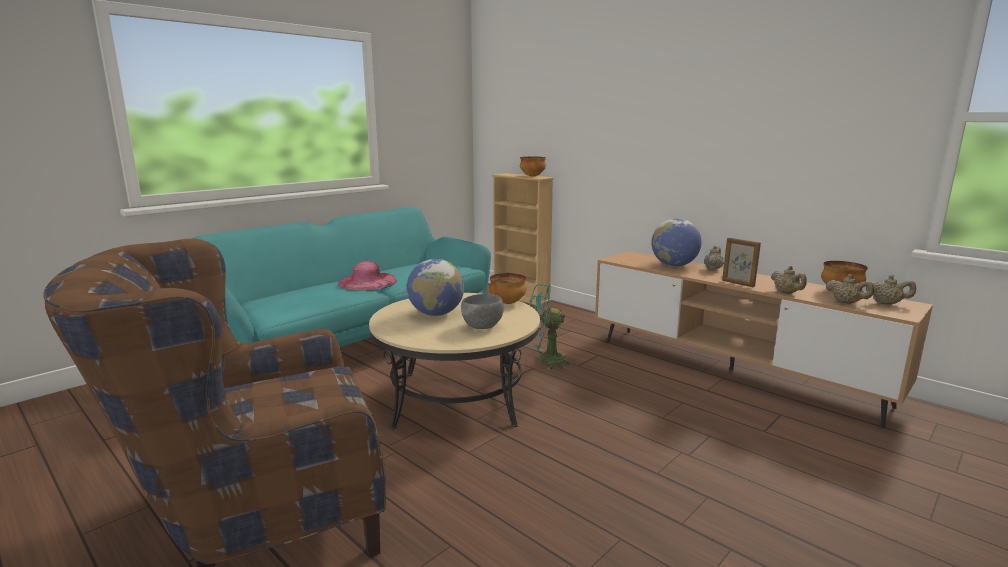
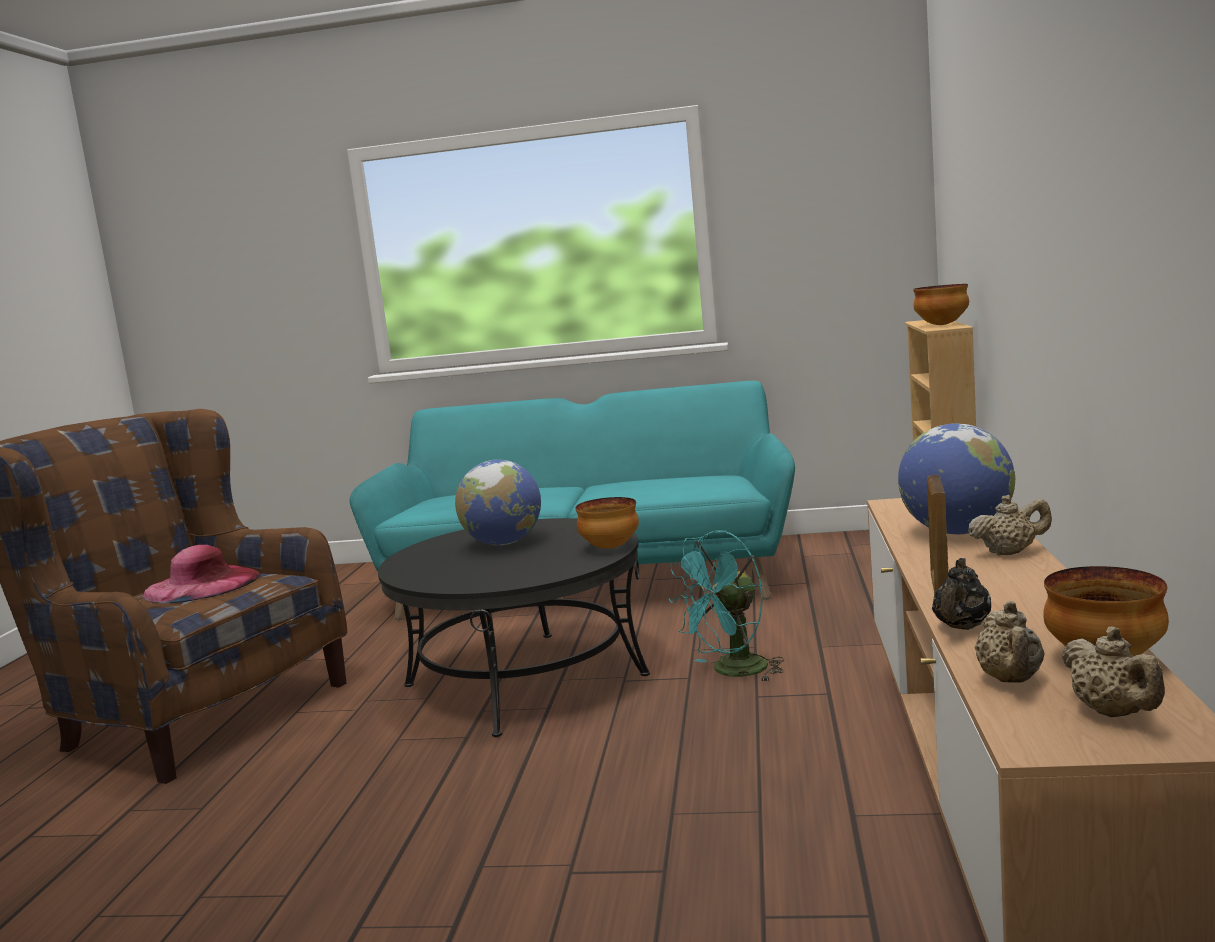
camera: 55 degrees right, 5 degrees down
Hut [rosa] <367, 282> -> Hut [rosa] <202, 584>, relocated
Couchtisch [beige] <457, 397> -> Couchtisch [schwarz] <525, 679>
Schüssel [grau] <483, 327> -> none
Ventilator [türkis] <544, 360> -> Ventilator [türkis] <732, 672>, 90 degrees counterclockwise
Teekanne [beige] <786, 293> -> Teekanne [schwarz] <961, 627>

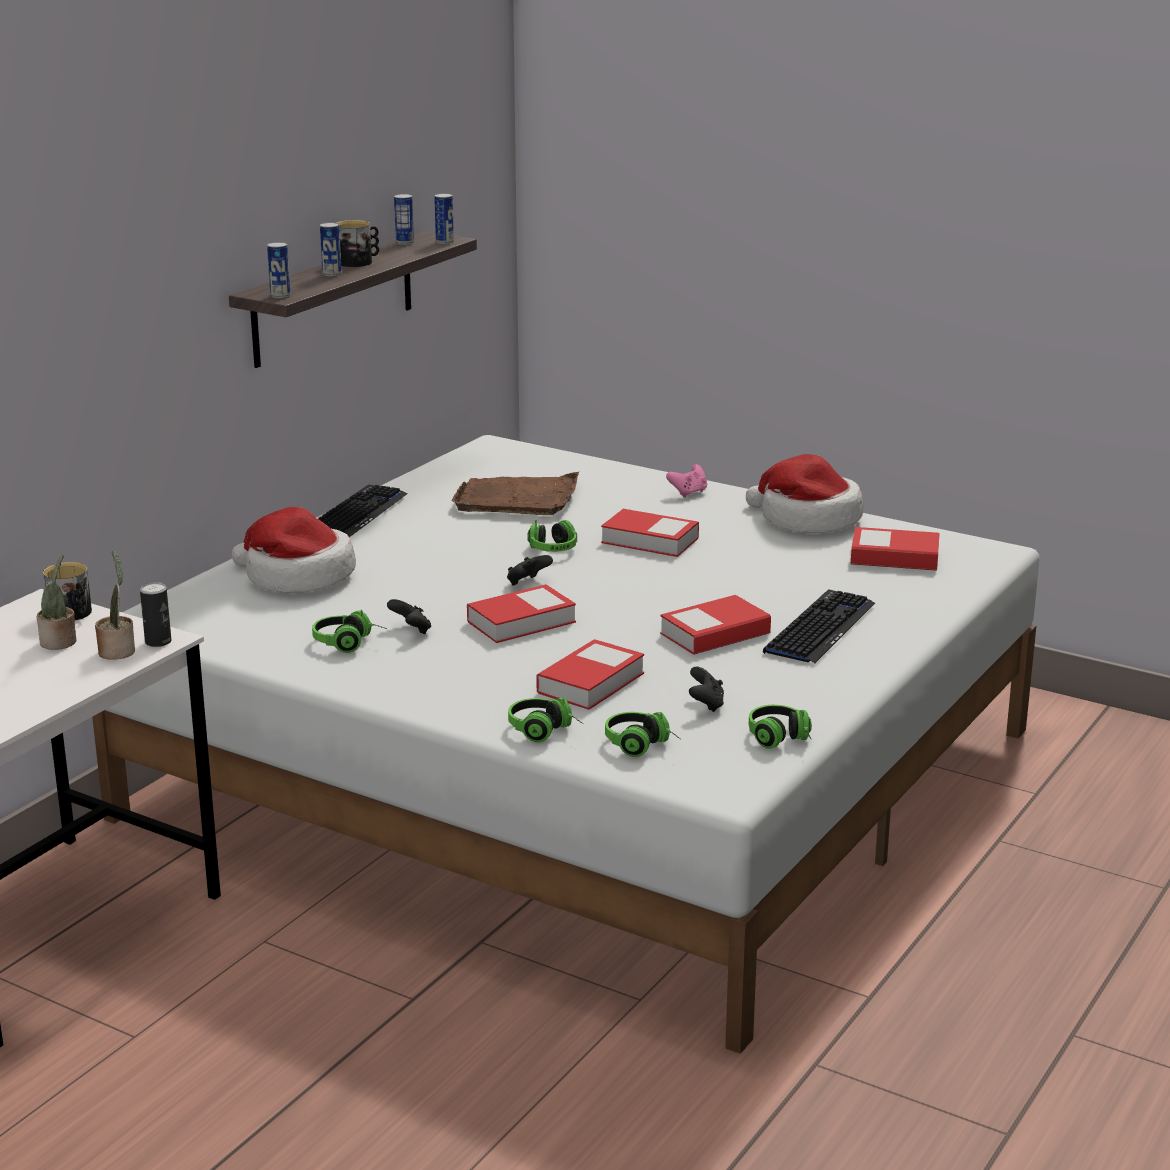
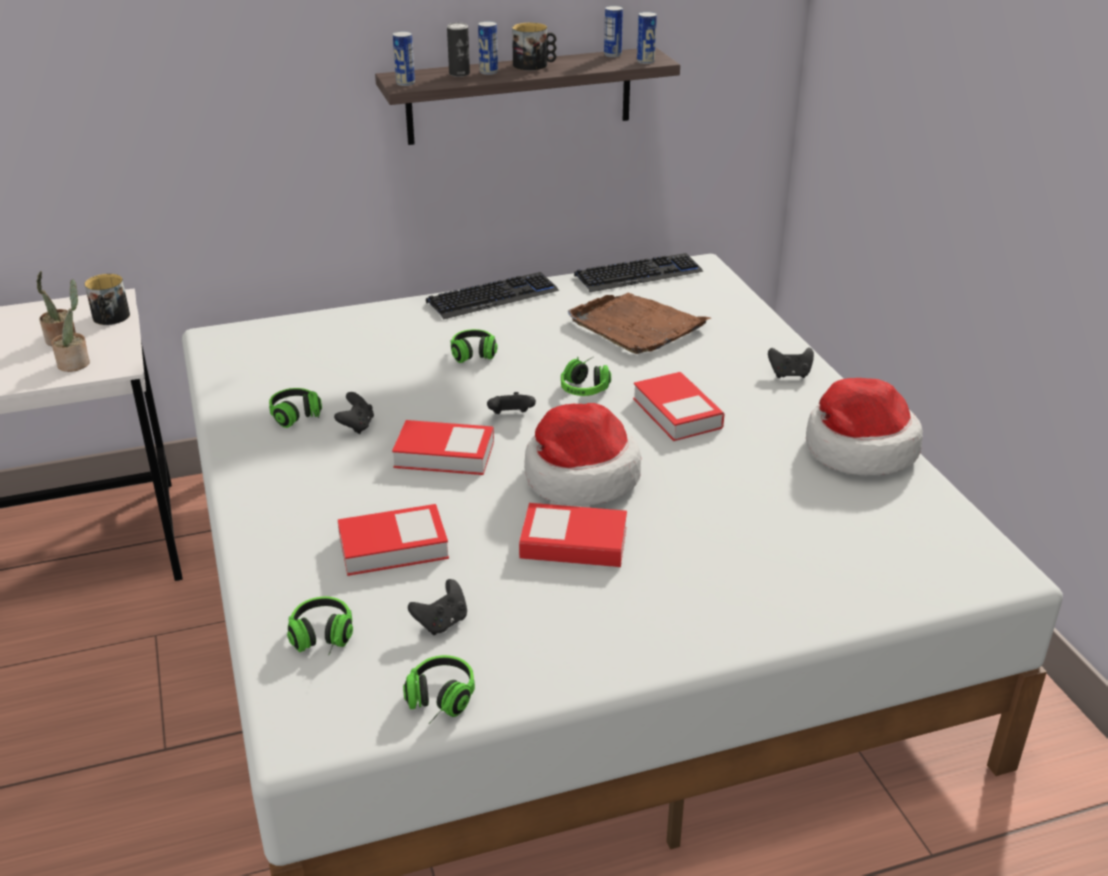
camera: 40 degrees right, 10 degrees up
Dose <158, 642> -> Dose <459, 74>, relocated
Hut <297, 576> -> Hut <579, 476>, relocated
Kopfhörer <545, 731> -> Kopfhörer <474, 357>, relocated
Gamepad [rosa] <688, 493> -> Gamepad [schwarz] <789, 374>
Tastatur <820, 629> -> Tastatur <638, 274>, relocated
Buch <894, 557> -> none

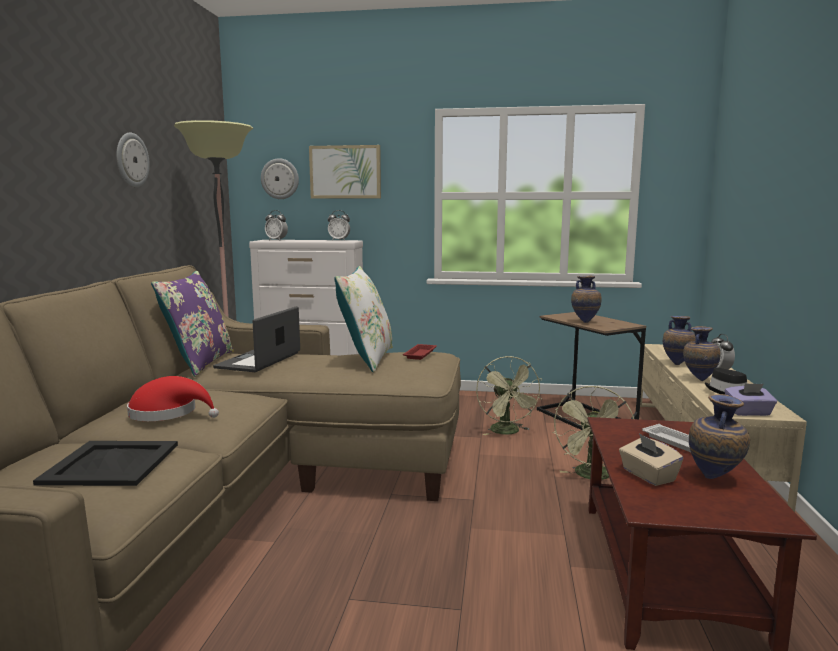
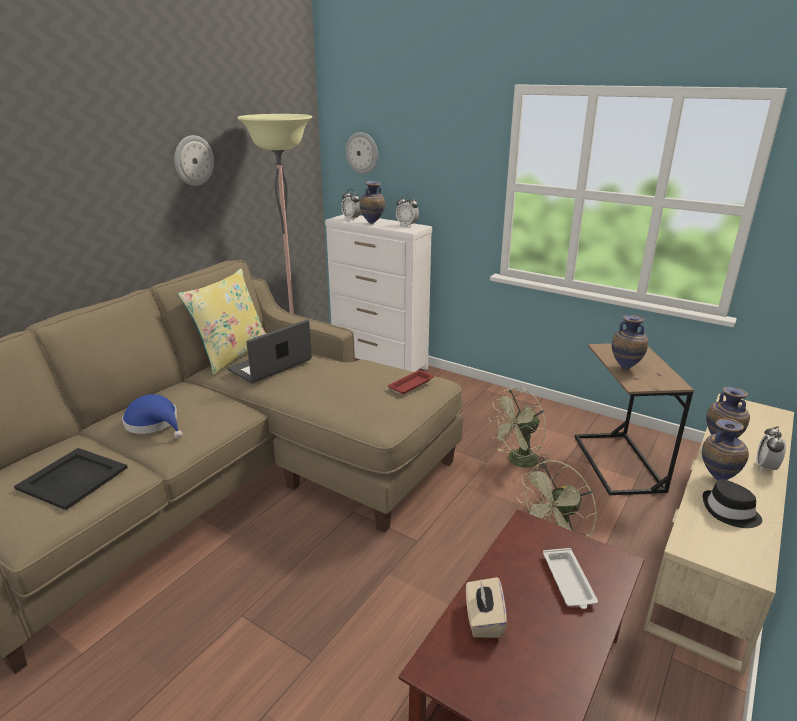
camera: 25 degrees right, 15 degrees up
Hut [rot] <168, 413> -> Hut [blau] <154, 423>
Kissen [lila] <199, 363> -> Kissen [gelb] <232, 355>
Bild <345, 172> -> none
Kissen [weiß] <366, 359> -> none
Ventilator [grün] <508, 432> -> Ventilator [grün] <518, 462>, 45 degrees clockwise
Vase <715, 479> -> Vase <372, 224>, relocated
Taschentuchbox [lila] <748, 412> -> none

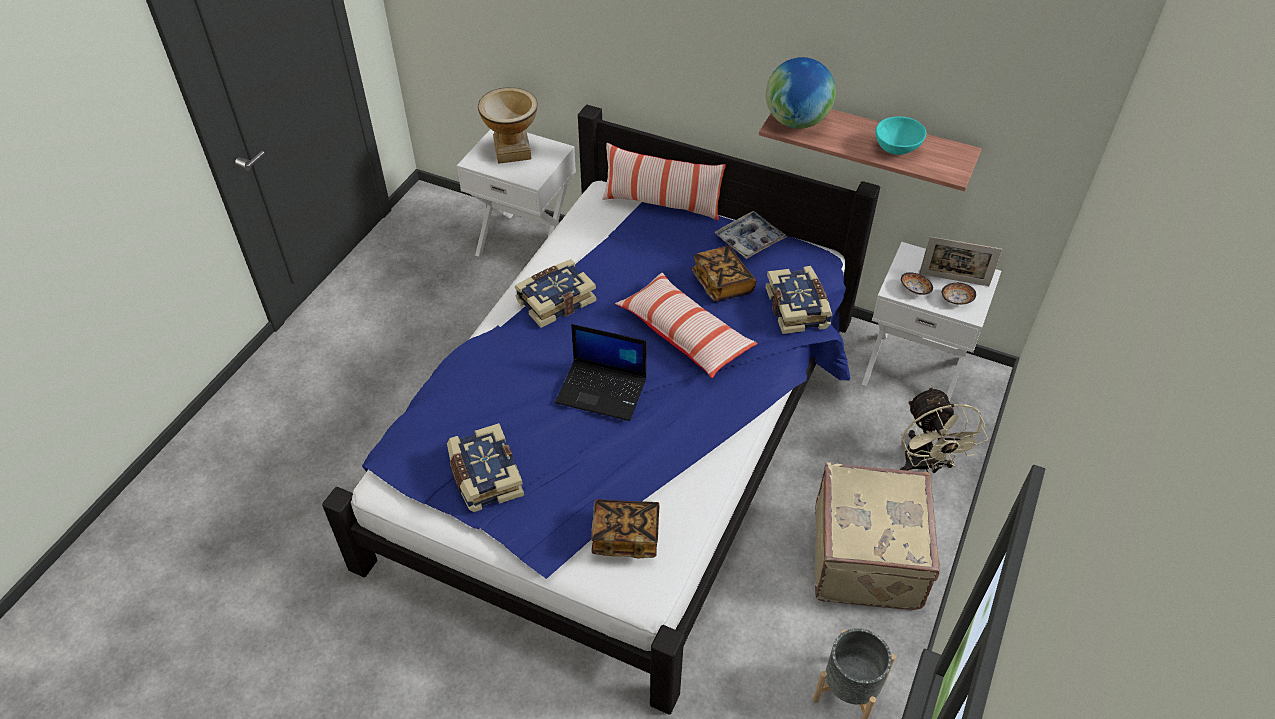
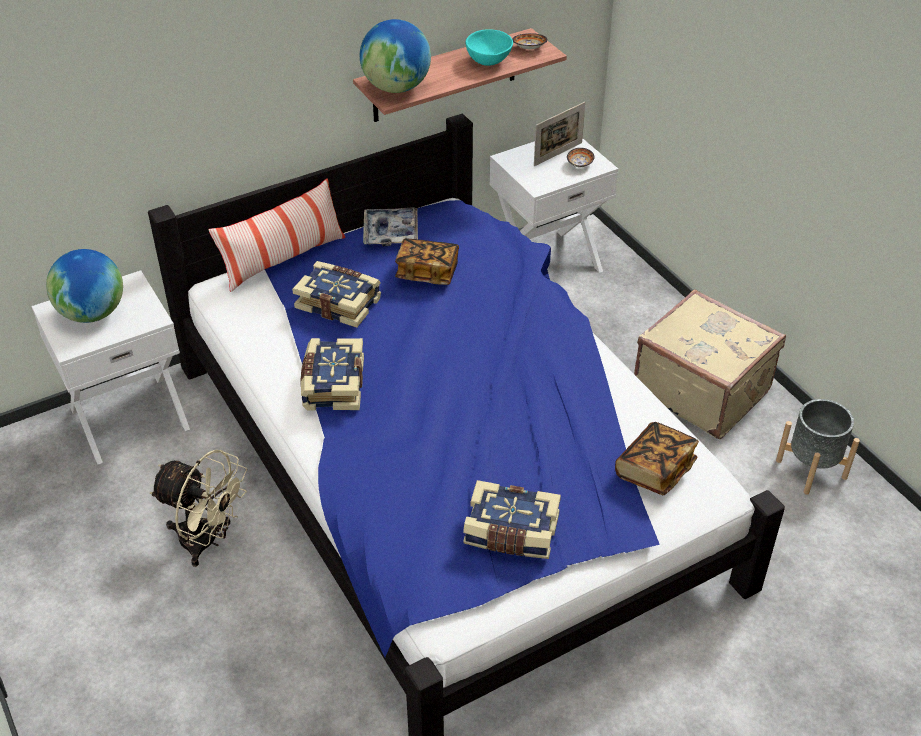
camera: 55 degrees left, 5 degrees down
Vase <512, 151> -> Globus <93, 313>
Laptop <603, 390> -> none
Kissen <685, 334> -> none
Buch <798, 308> -> Buch <339, 303>, relocated
Ventilator [beige] <924, 466> -> Ventilator [beige] <207, 541>, relocated
Schüssel <914, 290> -> Schüssel <529, 48>, relocated

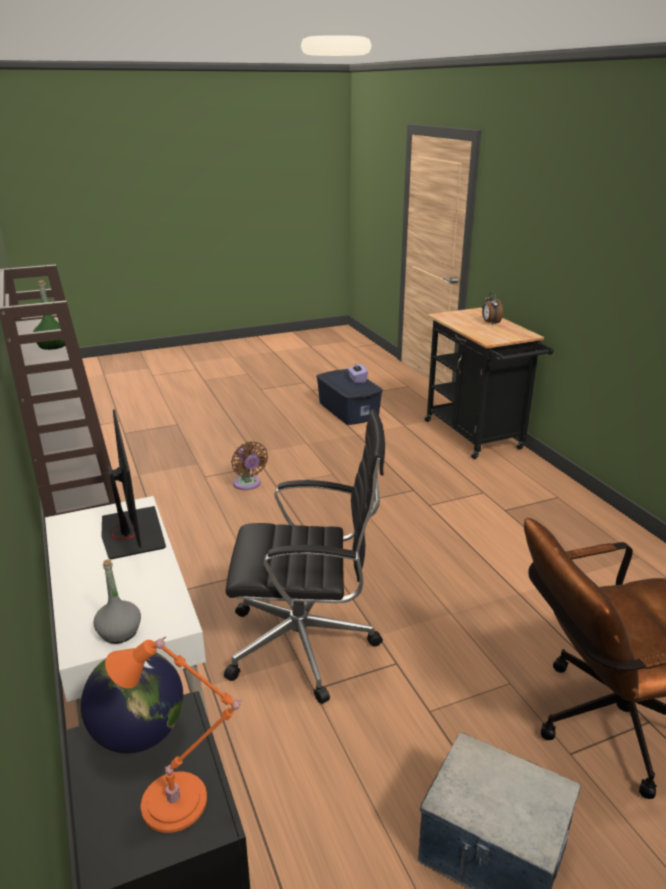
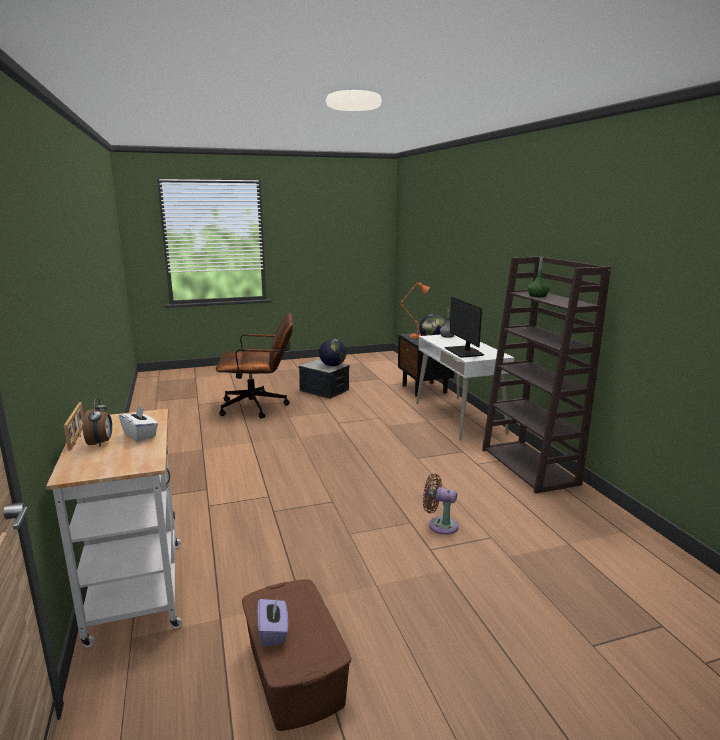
camera: 175 degrees left, 10 degrees down
Bürostuhl [schwarz] <306, 644> -> none
Ventilator [braun] <248, 484> -> Ventilator [braun] <440, 525>, 45 degrees counterclockwise
Aufbewahrungsbox [blau] <348, 410> -> Aufbewahrungsbox [braun] <294, 673>
Rollwagen [schwarz] <477, 437> -> Rollwagen [weiß] <137, 583>
none -> Bilderrahmen <78, 436>
none -> Taschentuchbox [weiß] <140, 435>
none -> Globus <333, 365>

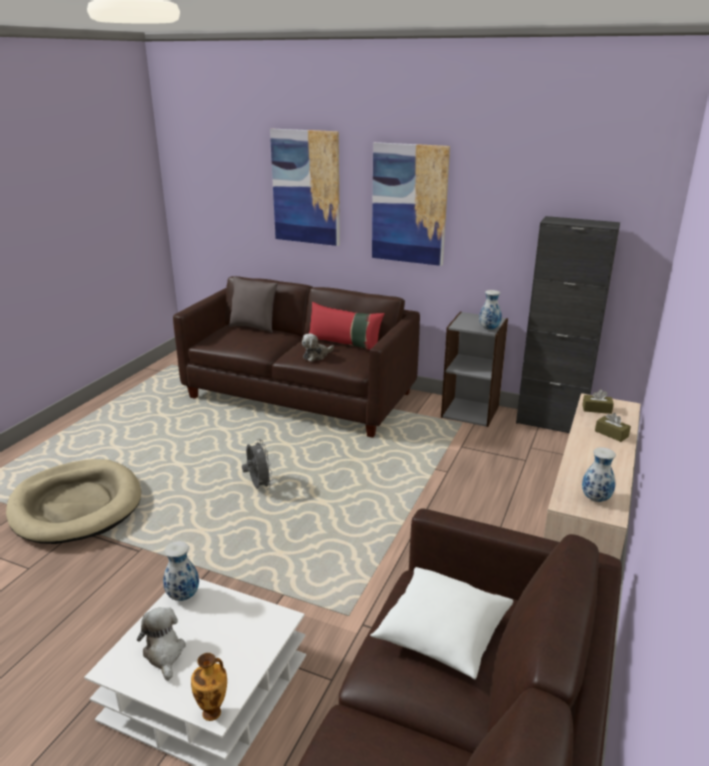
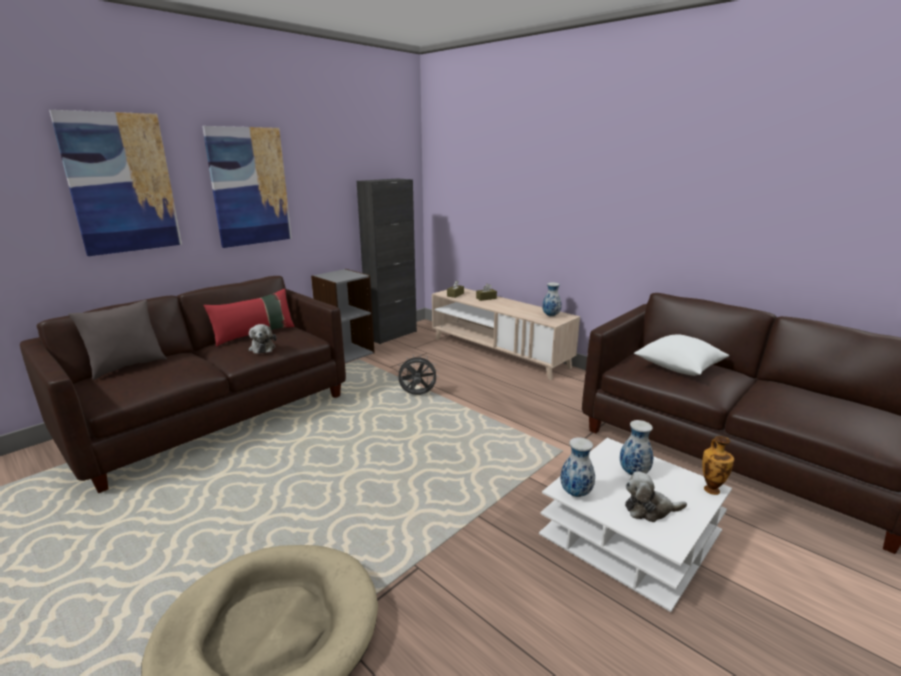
camera: 70 degrees left, 5 degrees down
Ventilator [grau] <258, 486> -> Ventilator [grau] <417, 395>, relocated
Vase <489, 329> -> Vase <633, 473>, relocated

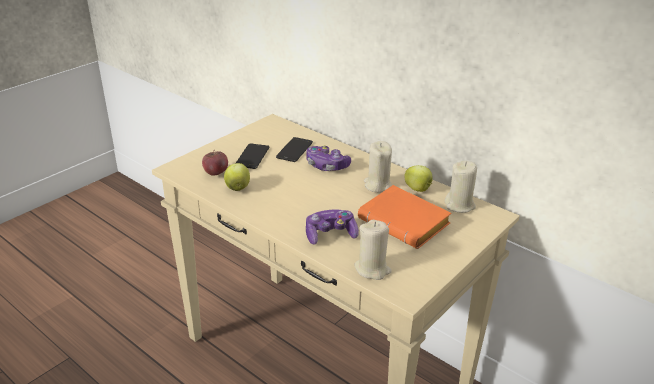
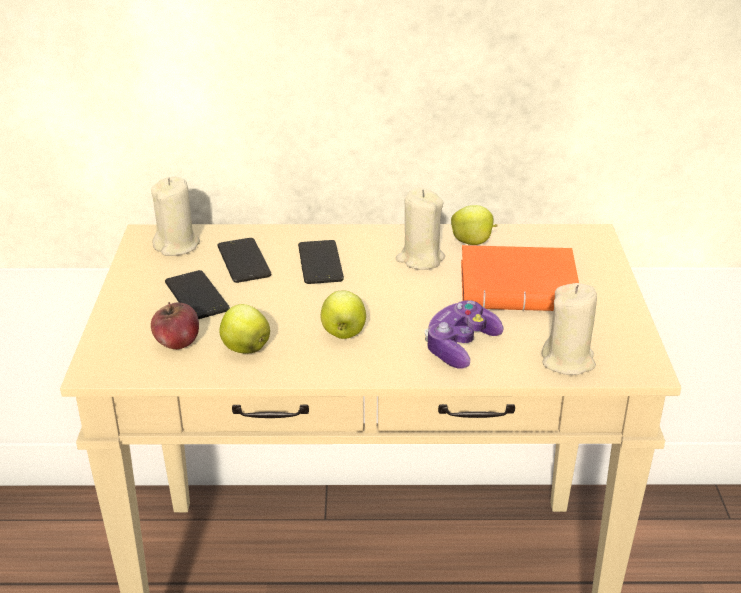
camera: 40 degrees left, 0 degrees up
Gamepad <326, 166> -> Handy <320, 263>
Kerze [beige] <460, 205> -> Kerze [beige] <177, 245>, relocated
none -> Apfel <343, 334>

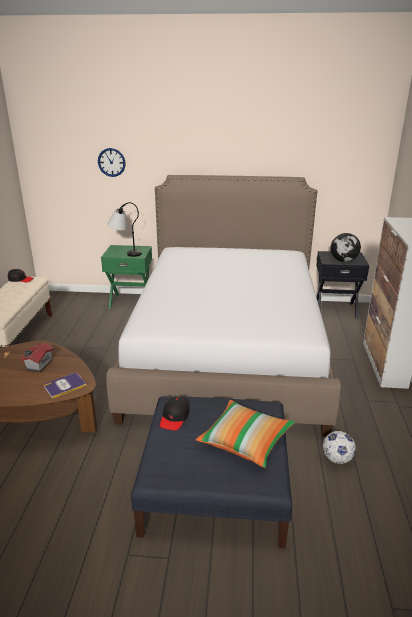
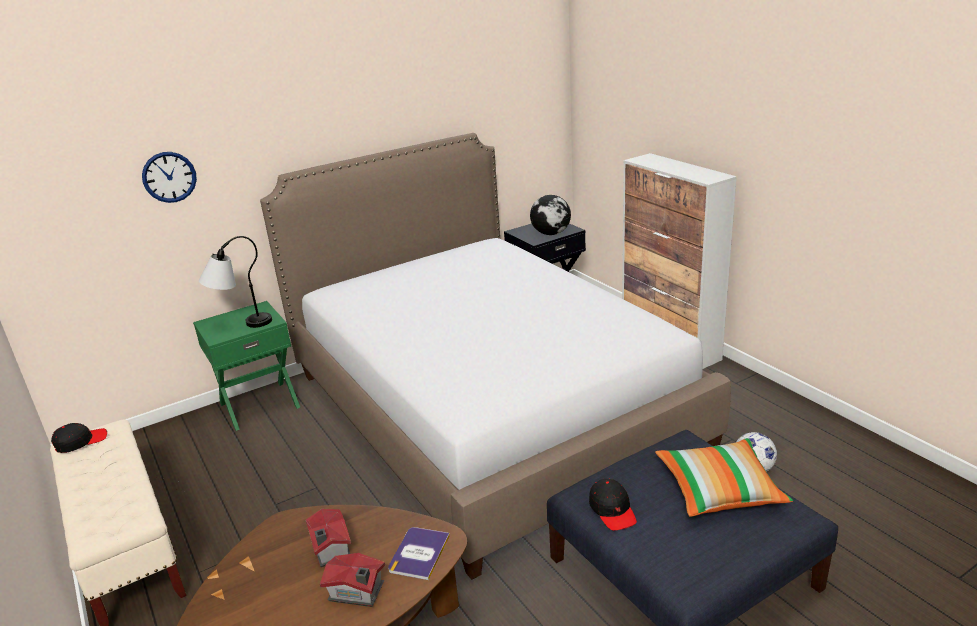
camera: 35 degrees left, 0 degrees up
none -> Spielzeughaus <357, 593>

